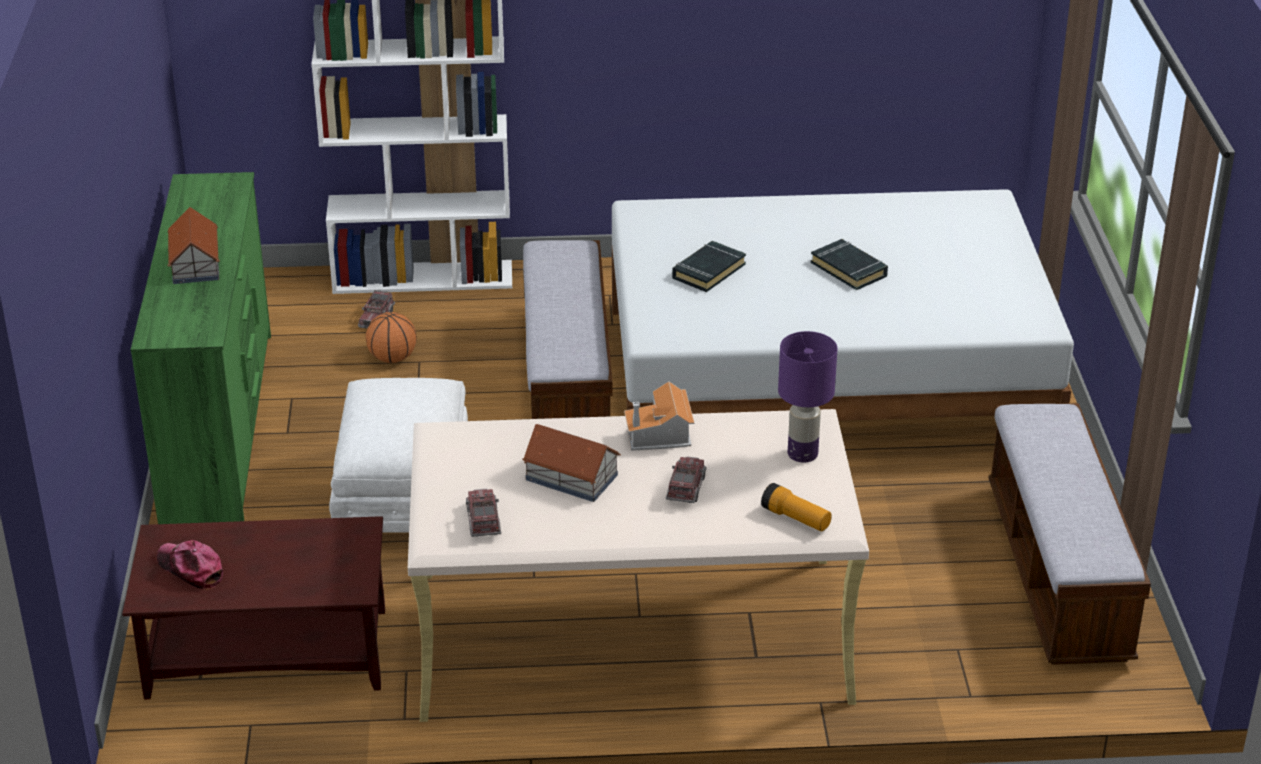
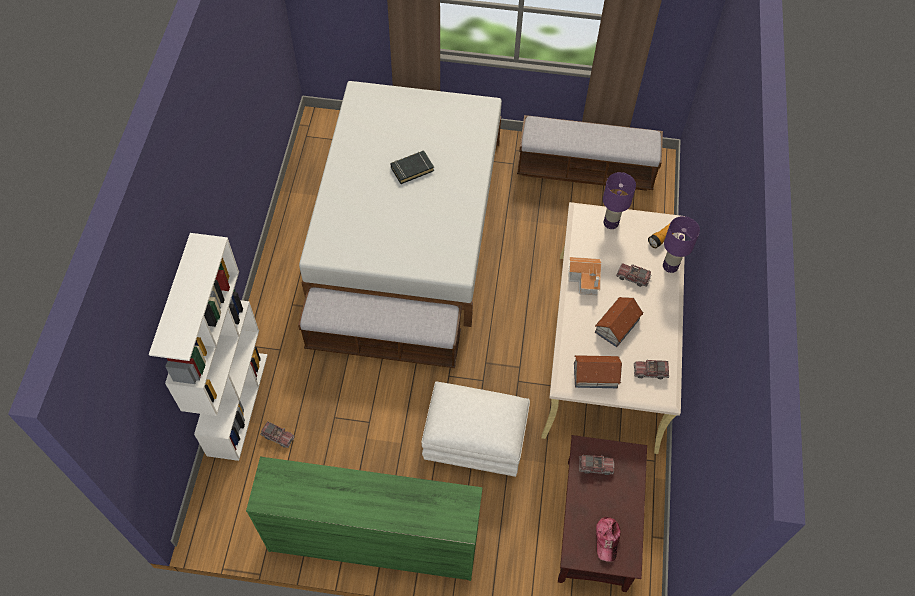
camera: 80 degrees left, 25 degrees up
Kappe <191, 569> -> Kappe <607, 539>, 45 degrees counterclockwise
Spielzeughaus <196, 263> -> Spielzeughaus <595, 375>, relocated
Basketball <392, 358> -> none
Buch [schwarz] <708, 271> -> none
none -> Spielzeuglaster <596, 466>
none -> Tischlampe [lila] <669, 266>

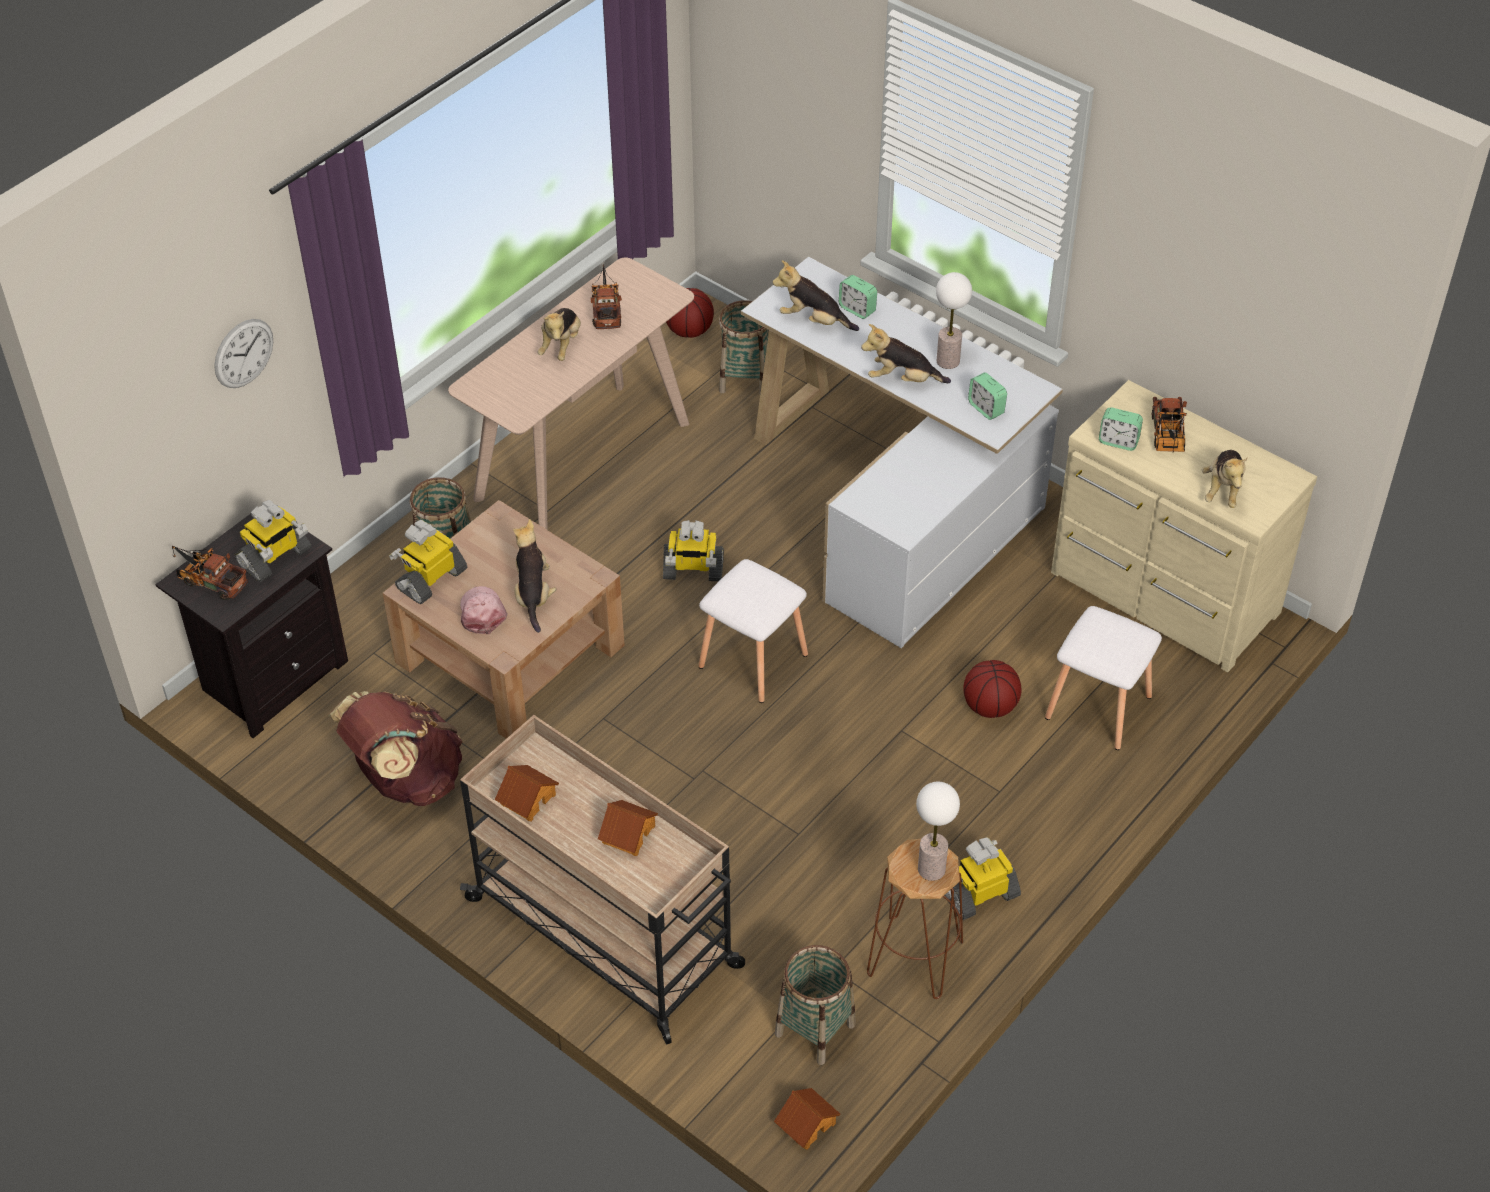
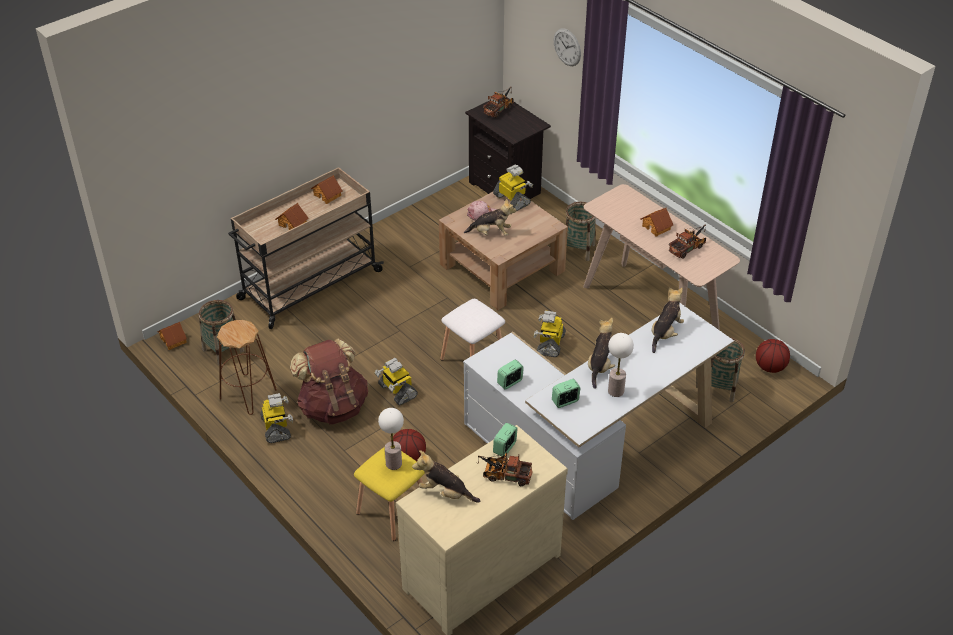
camera: 100 degrees right, 5 degrees down
Spielzeugroboter <275, 558> -> Spielzeugroboter <397, 391>, relocated
Rucksack [braun] <406, 780> -> Rucksack [braun] <333, 406>, relocated
Plüschtier <561, 345> -> Spielzeughaus <656, 227>
Spielzeuglaster <606, 309> -> Spielzeuglaster <688, 247>, 45 degrees counterclockwise
Wecker <857, 309> -> Wecker <510, 382>, relocated
Tischlampe <931, 869> -> Tischlampe <394, 463>, relocated
Hocker [weiß] <1100, 707> -> Hocker [gelb] <392, 512>

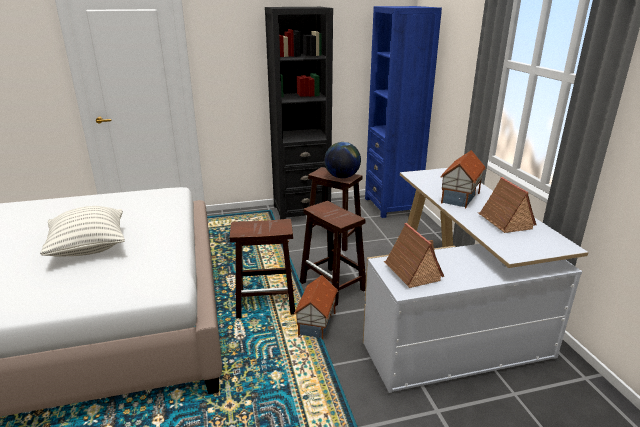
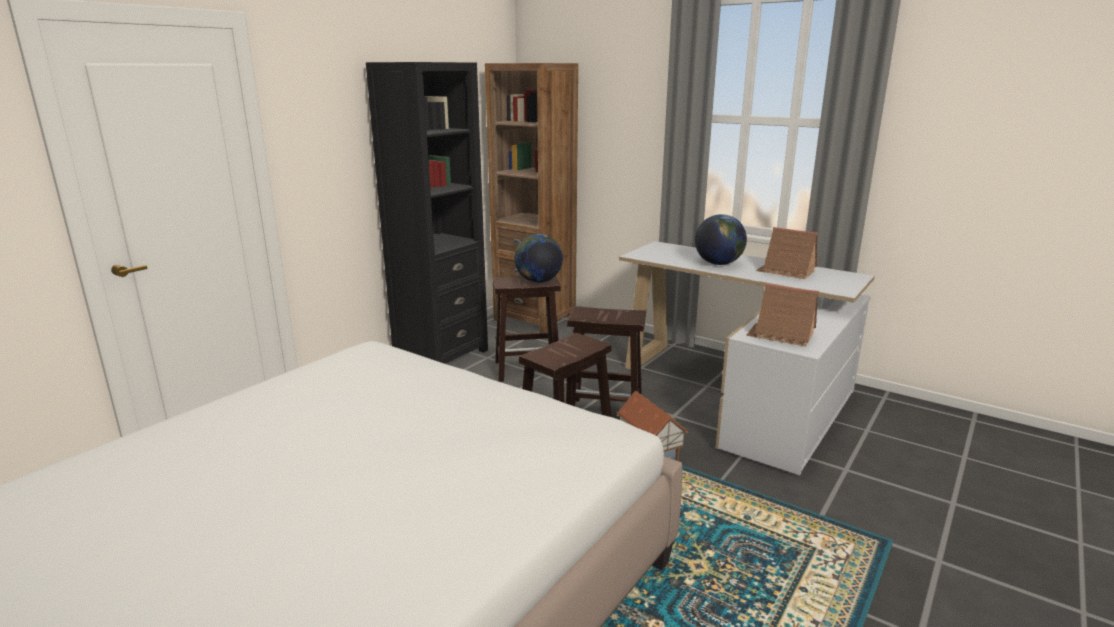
camera: 40 degrees left, 5 degrees down
Kissen <89, 248> -> none
Bücherregal [blau] <392, 205> -> Bücherregal [braun] <535, 318>
Spielzeughaus <461, 198> -> Globus <718, 263>

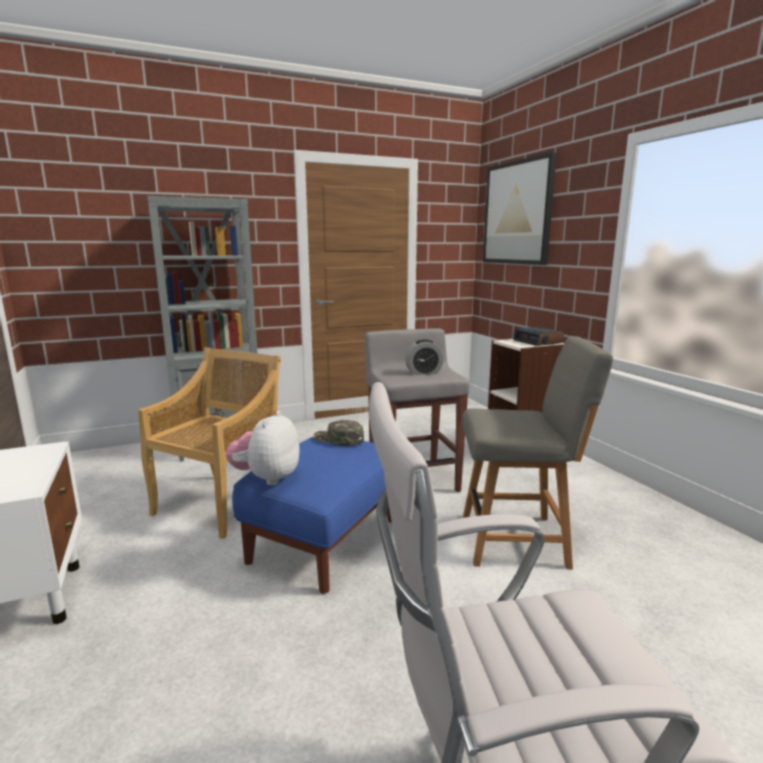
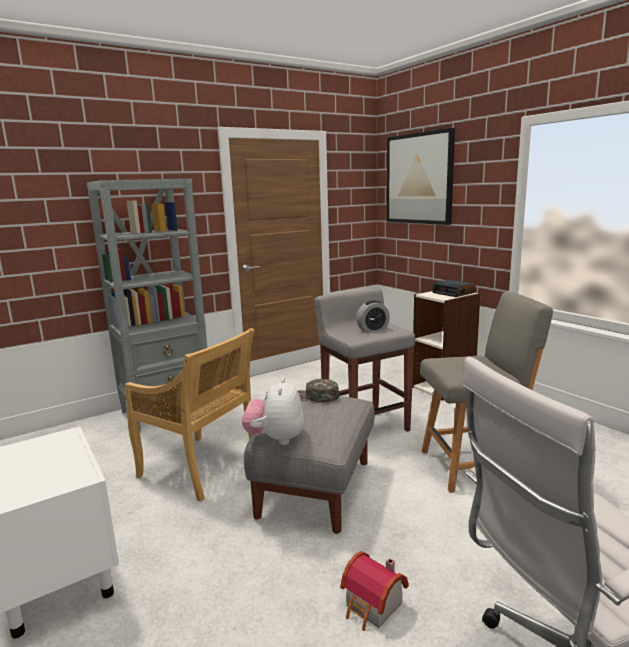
camera: 10 degrees left, 0 degrees up
Stuhl [beige] <222, 503> -> Stuhl [beige] <201, 467>, 105 degrees clockwise
Polsterhocker [blau] <325, 542> -> Polsterhocker [grau] <315, 489>
none -> Spielzeughaus <373, 607>

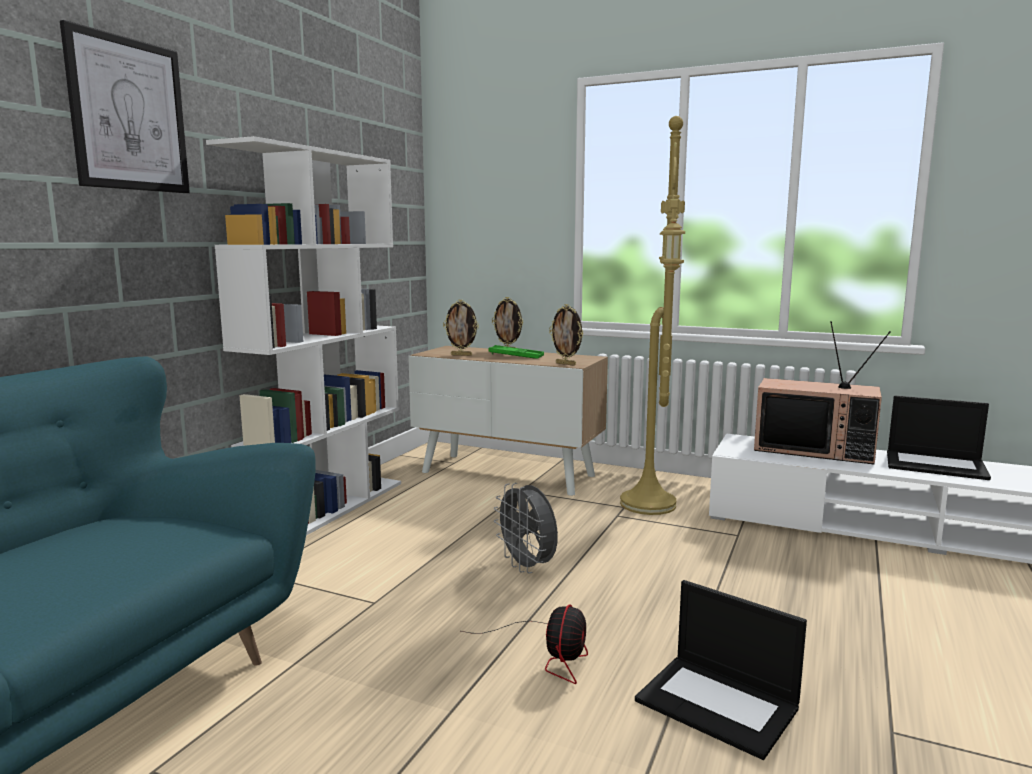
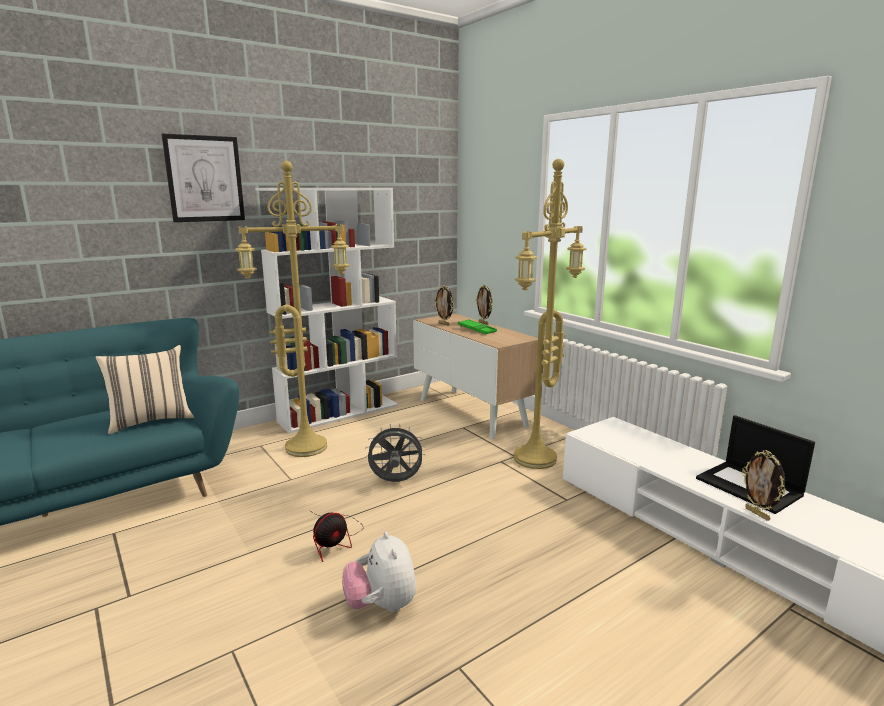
camera: 30 degrees right, 5 degrees up
Ventilator [grau] <528, 567> -> Ventilator [grau] <395, 482>, 90 degrees clockwise
Bilderrahmen <566, 364> -> Bilderrahmen <758, 514>, relocated
Laptop <719, 704> -> Plüschtier <381, 605>
Fernseher <815, 450> -> none
none -> Kissen [beige] <151, 421>
none -> Stehlampe [gelb] <308, 446>

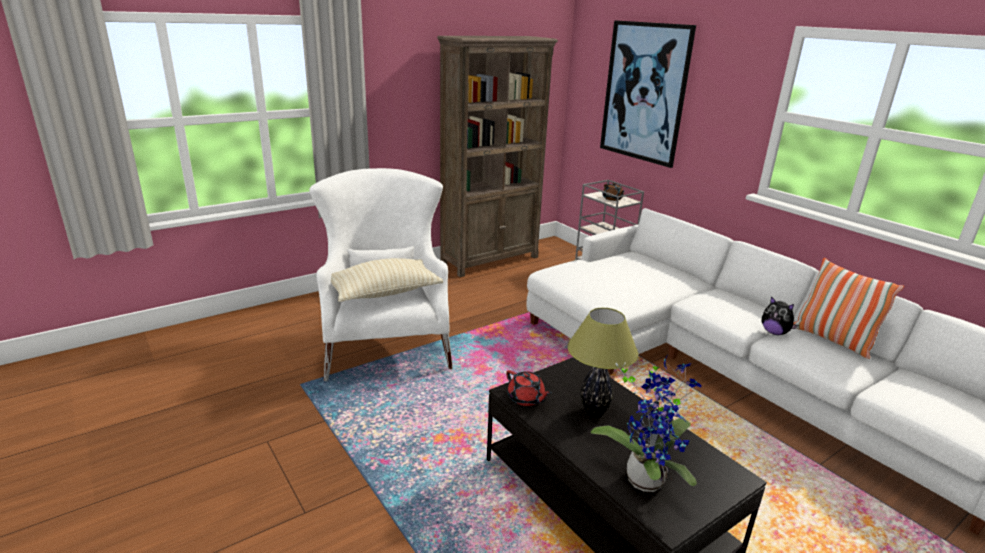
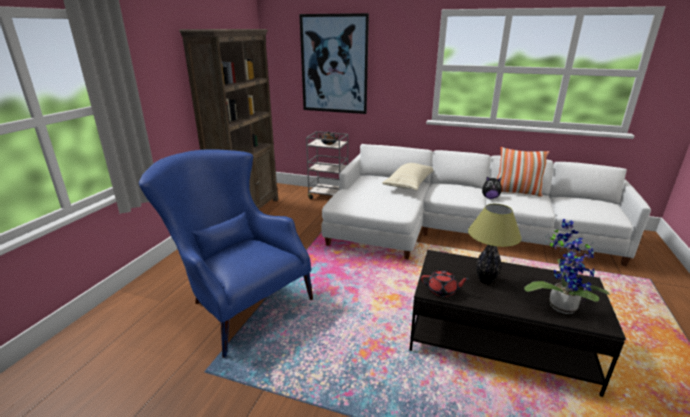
camera: 35 degrees left, 0 degrees up
Sessel [weiß] <385, 340> -> Sessel [blau] <237, 300>
Kissen [beige] <384, 293> -> Kissen [beige] <409, 184>, relocated

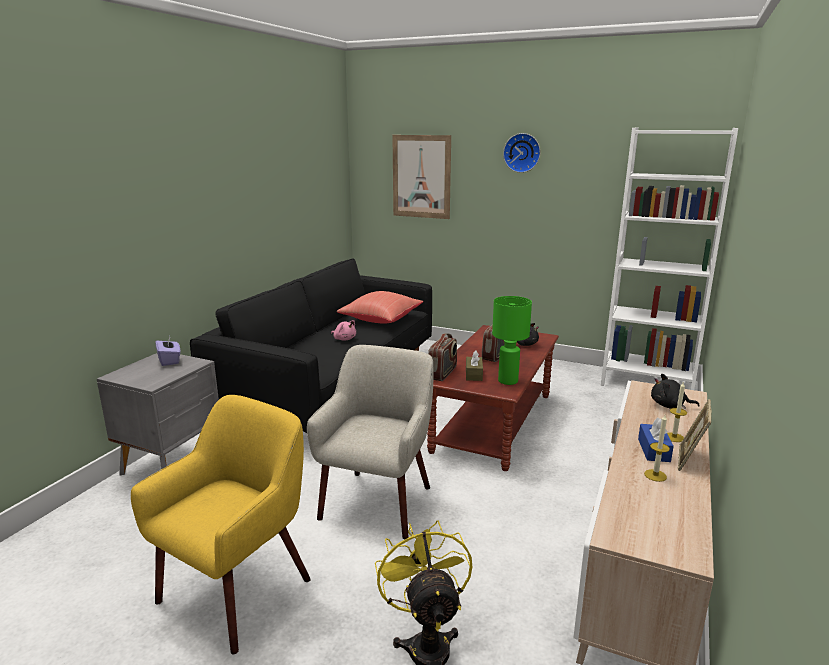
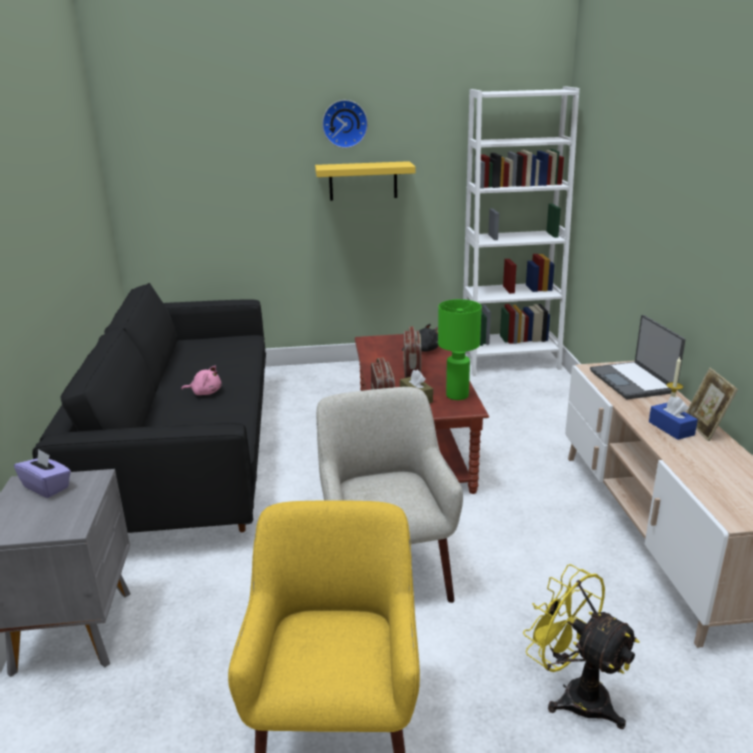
camera: 30 degrees left, 5 degrees up
Kissen [rot] <380, 320> -> none
Bild <421, 176> -> none
Kerze <655, 475> -> none
Plüschtier [schwarz] <669, 406> -> Laptop <633, 381>
none -> Wandregal [gelb] <363, 181>

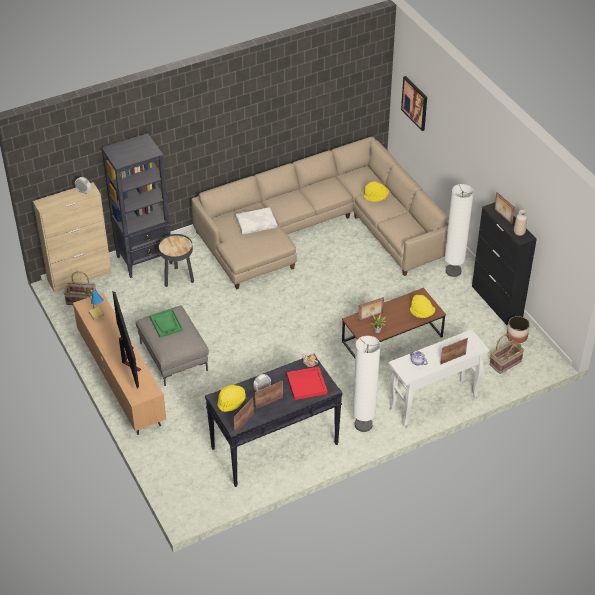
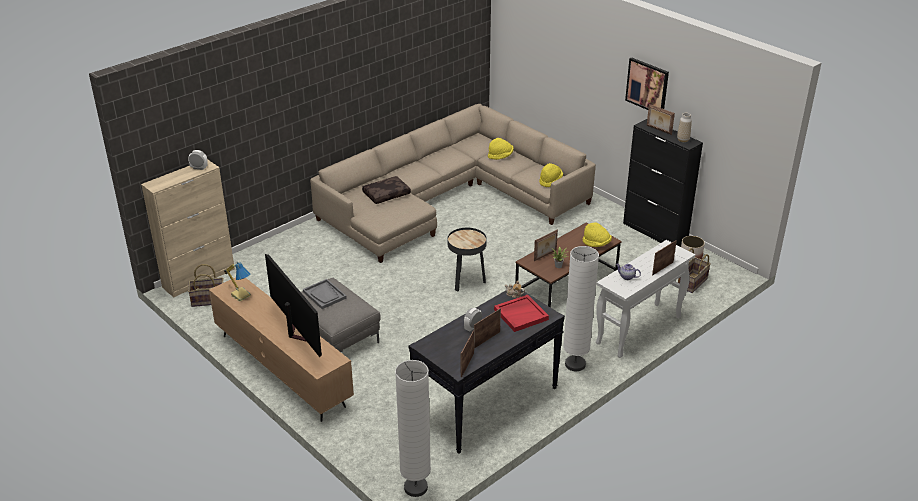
camera: 15 degrees left, 10 degrees down
Bücherregal [schwarz] <145, 260> -> none
Tablett [grün] <166, 324> -> Tablett [grau] <324, 295>
Beistelltisch [schwarz] <178, 278> -> Beistelltisch [schwarz] <466, 281>, relocated
Hut [gelb] <231, 402> -> Hut [gelb] <550, 181>, relocated
Kissen [weiß] <256, 224> -> Kissen [braun] <386, 194>
Bild <415, 103> -> Bild <647, 86>, relocated
Stehlampe [weiß] <453, 271> -> Stehlampe [weiß] <415, 488>, relocated

